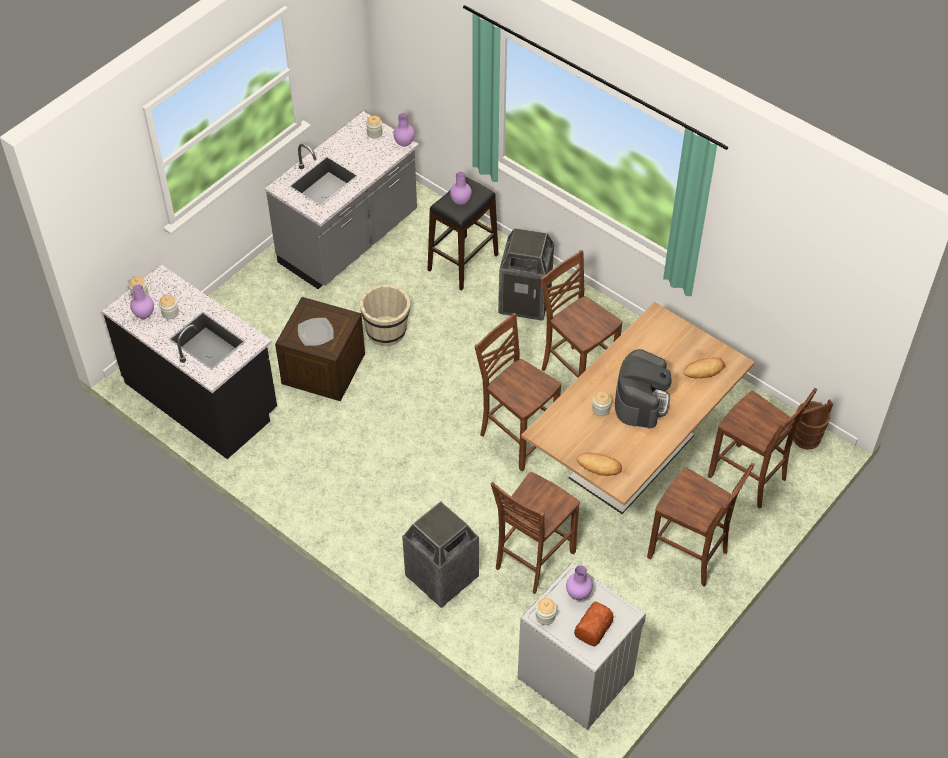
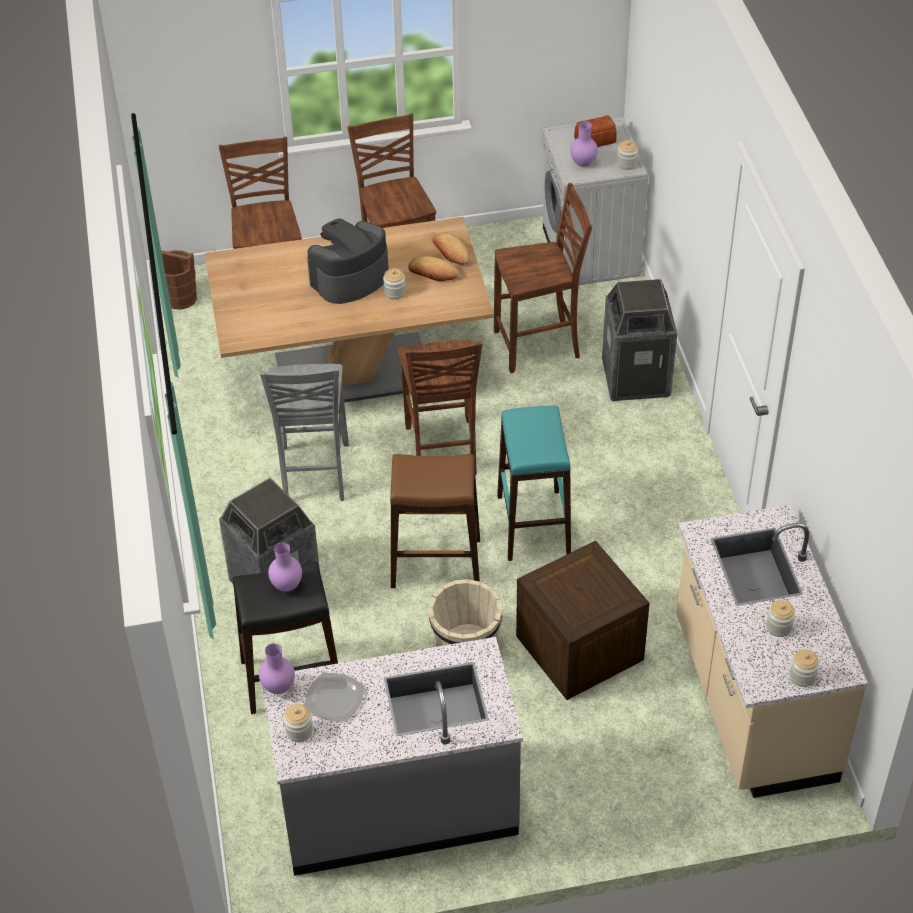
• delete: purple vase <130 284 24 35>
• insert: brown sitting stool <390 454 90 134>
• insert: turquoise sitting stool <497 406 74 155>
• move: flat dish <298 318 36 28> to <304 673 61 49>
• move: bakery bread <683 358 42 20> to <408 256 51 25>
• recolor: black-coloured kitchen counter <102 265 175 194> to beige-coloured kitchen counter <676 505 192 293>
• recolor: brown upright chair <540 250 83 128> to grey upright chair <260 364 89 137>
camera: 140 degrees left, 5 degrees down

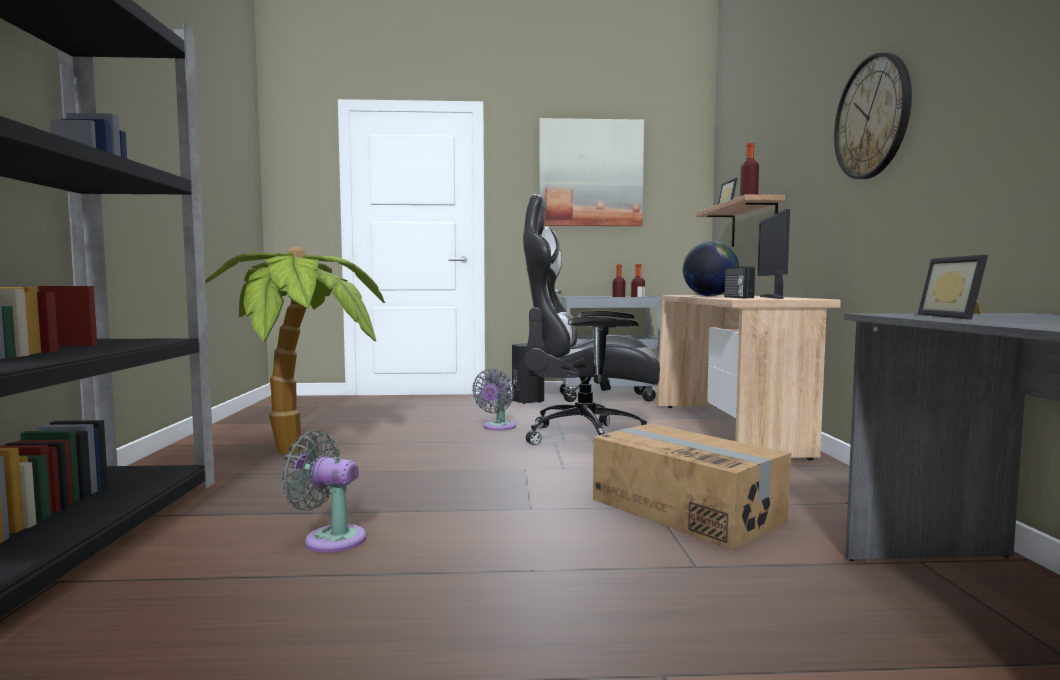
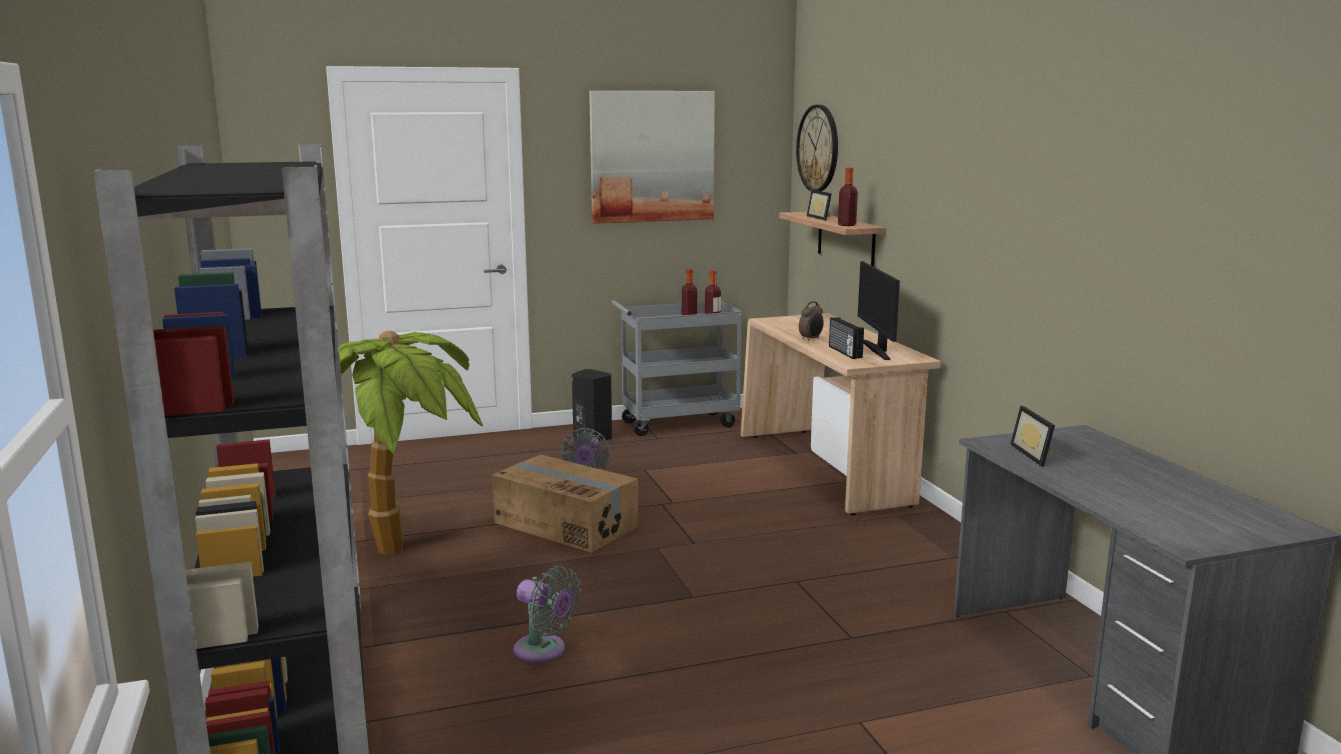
• delete: black-coloured office chair <523 194 137 251>
• move: carton <593 424 198 126> to <492 455 146 98>
• move: clock on the wall <834 53 78 126> to <796 105 42 86>
• replace: world globe <683 241 56 56> to bedside clock <799 301 25 40>
• rotate: grey fan <280 430 86 123> = <513 566 68 97> 150 degrees counterclockwise
camera: 15 degrees left, 10 degrees up

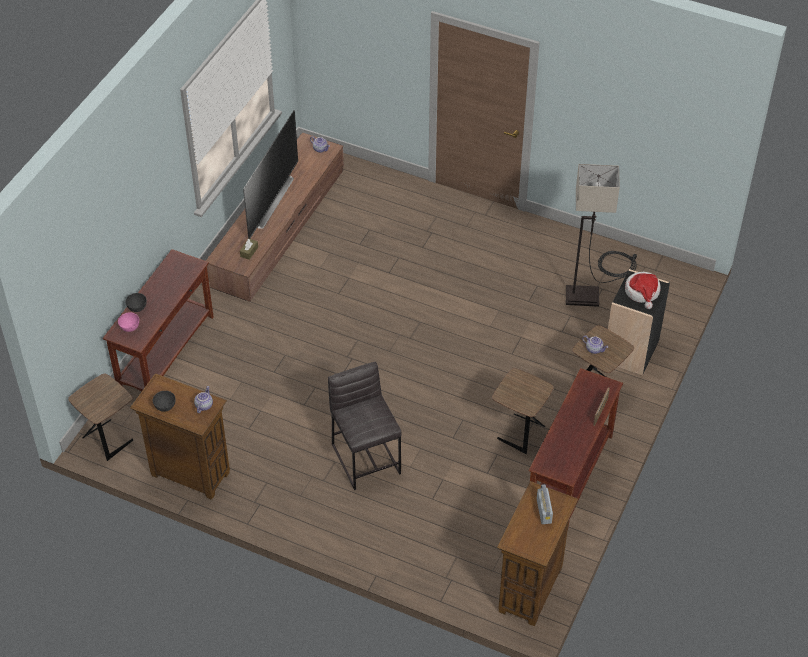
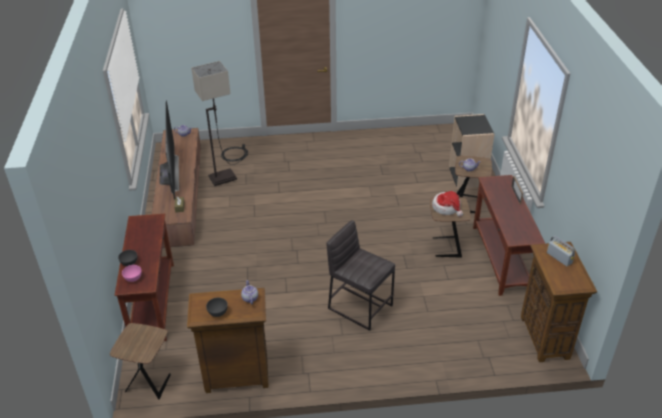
• move: standing lamp <566 164 71 143> to <191 61 57 125>
• move: clothing hat <625 272 35 37> to <432 191 31 26>
camera: 30 degrees left, 10 degrees down

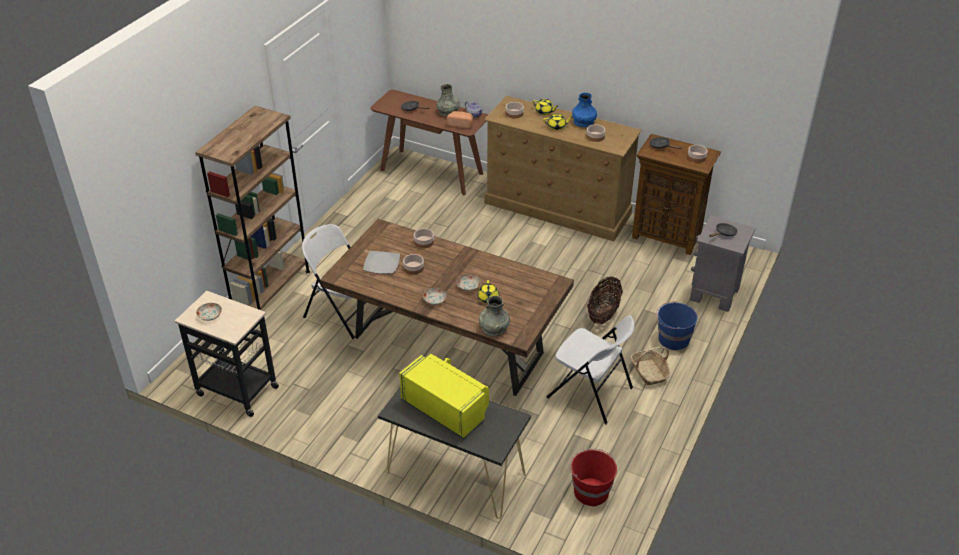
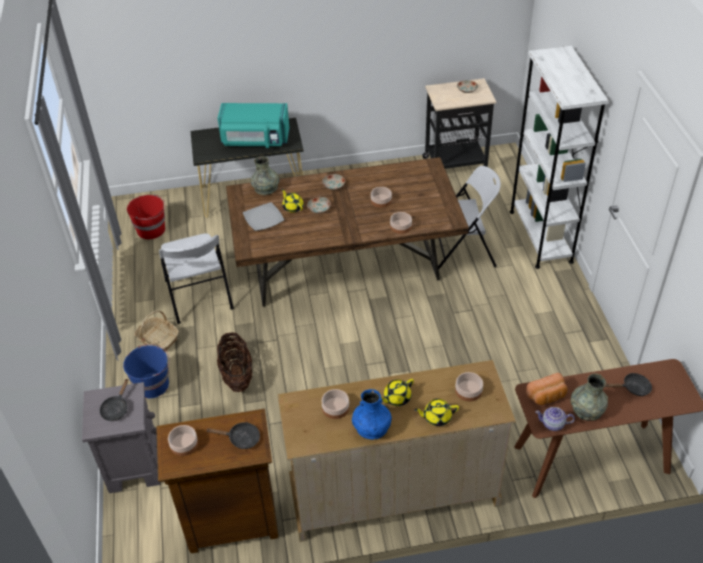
• move: flat dish <363 251 37 23> to <243 202 41 29>
• recolor: brown shelving unit <195 106 115 204> to white shelving unit <510 46 99 223>
• recolor: yellow-coloured microwave <399 354 90 85> to turquoise microwave <217 103 73 45>
• rotate: white upright chair <547 315 88 110> = <159 233 75 91> 105 degrees counterclockwise
camera: 145 degrees right, 5 degrees up

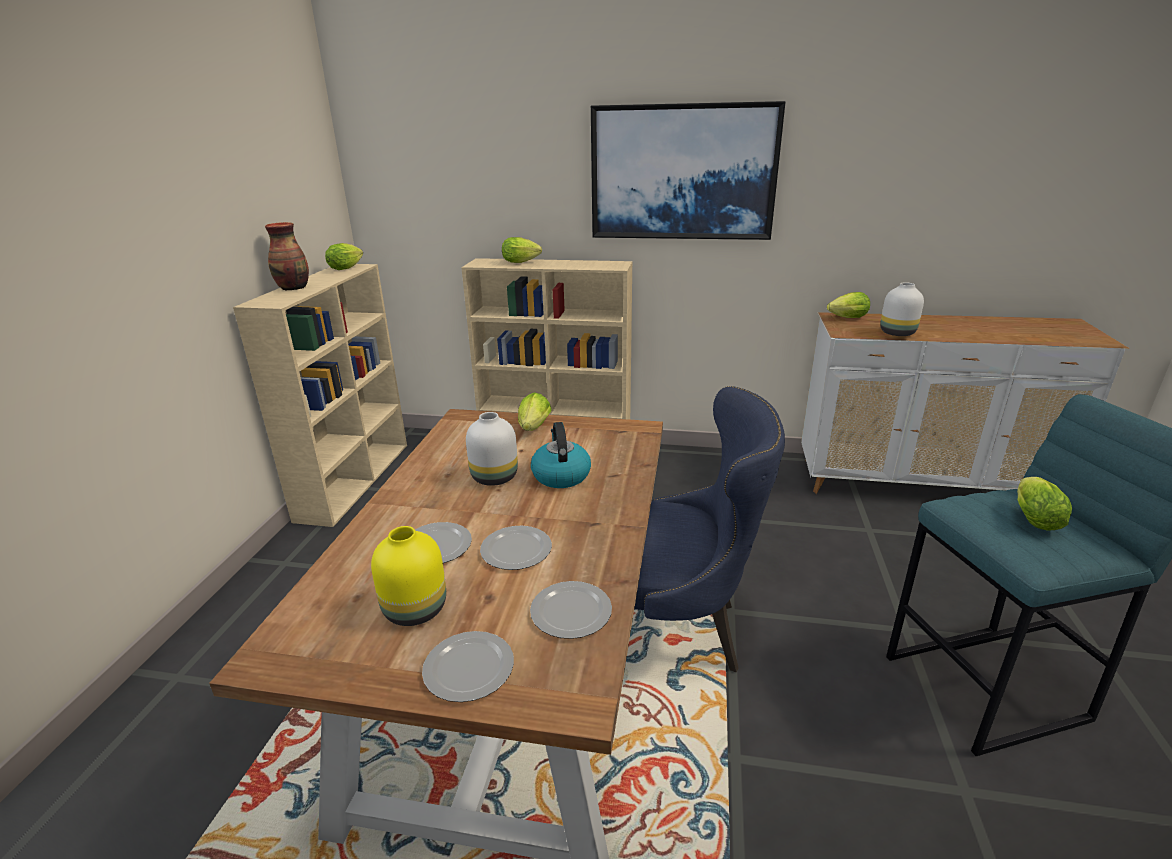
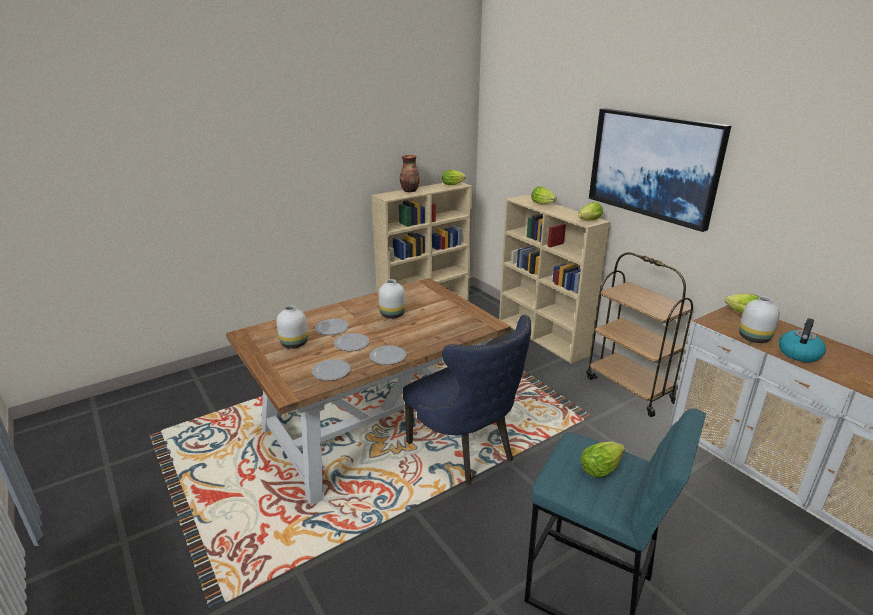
• insert: brown wheeled cart <586 252 107 165>
• move: flat dish <422 631 92 71> to <370 345 36 20>
• move: lettuce <518 392 34 39> to <578 202 25 19>
• move: water kettle <531 422 60 66> to <779 318 47 44>
• recolor: yellow-coloured vase <371 526 75 100> to white vase <276 305 32 44>
camera: 45 degrees right, 0 degrees up

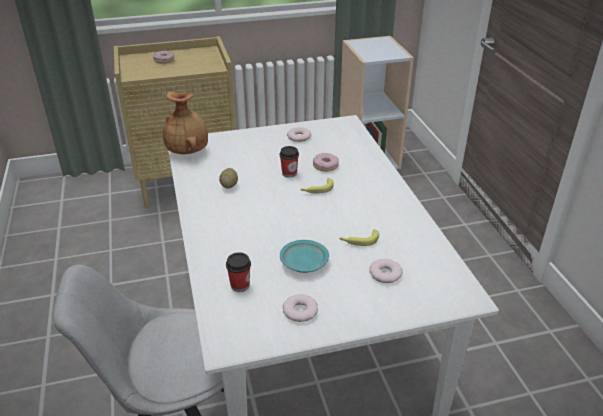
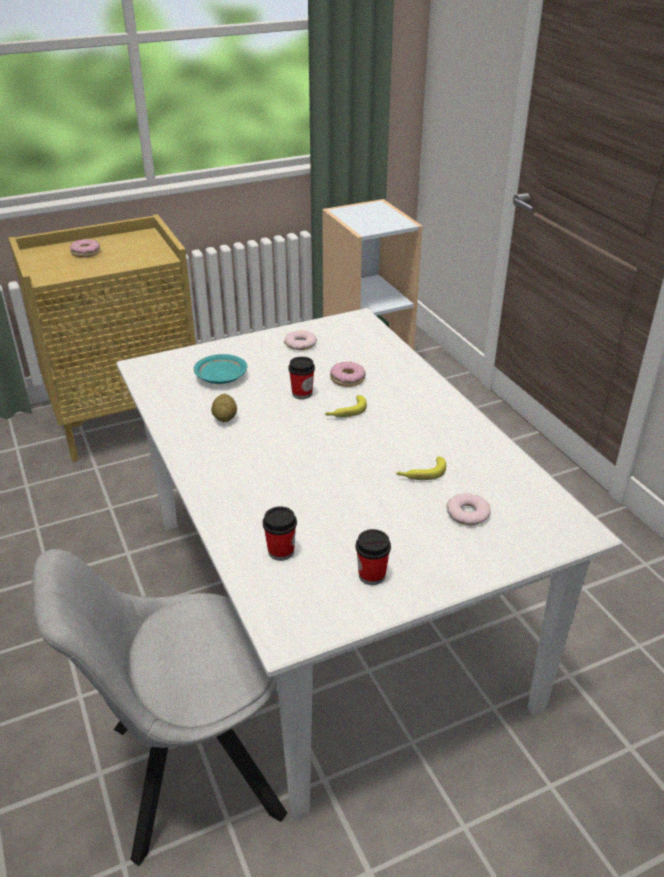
• delete: brown vase <163 92 45 62>
• move: turquoise flat dish <280 240 49 33> to <194 354 53 30>
• replace: donut <283 294 35 28> to drinking cup <356 529 35 56>
camera: 10 degrees left, 0 degrees up

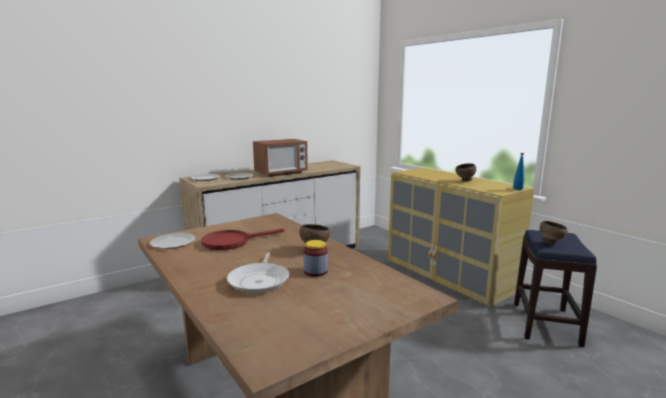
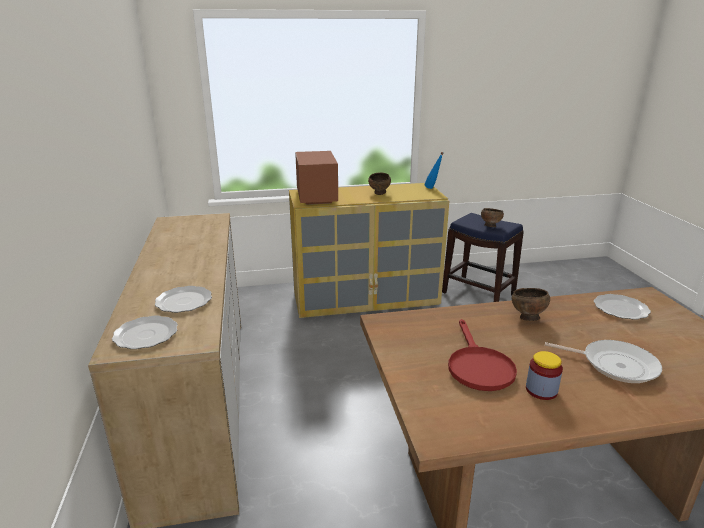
• move: flat dish <149 233 47 16> to <594 294 57 26>
• move: microwave <253 139 55 38> to <295 151 43 54>
• move: storage jar <304 240 24 37> to <526 351 37 49>
camera: 65 degrees left, 10 degrees up

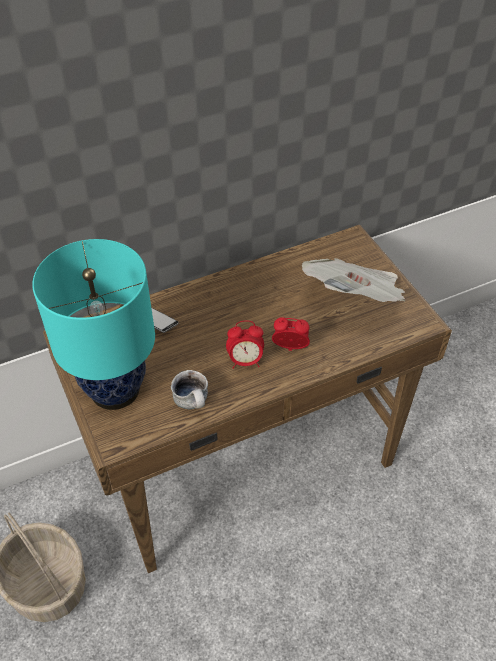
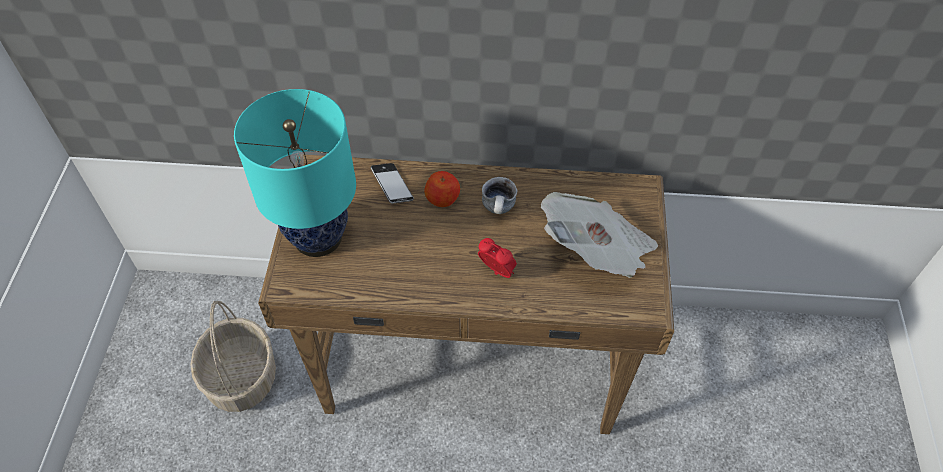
• delete: bedside clock <226 321 38 48>
• insert: whole apple <424 171 36 36>
• move: mug <171 370 37 40> to <482 177 35 37>
camera: 30 degrees right, 5 degrees up

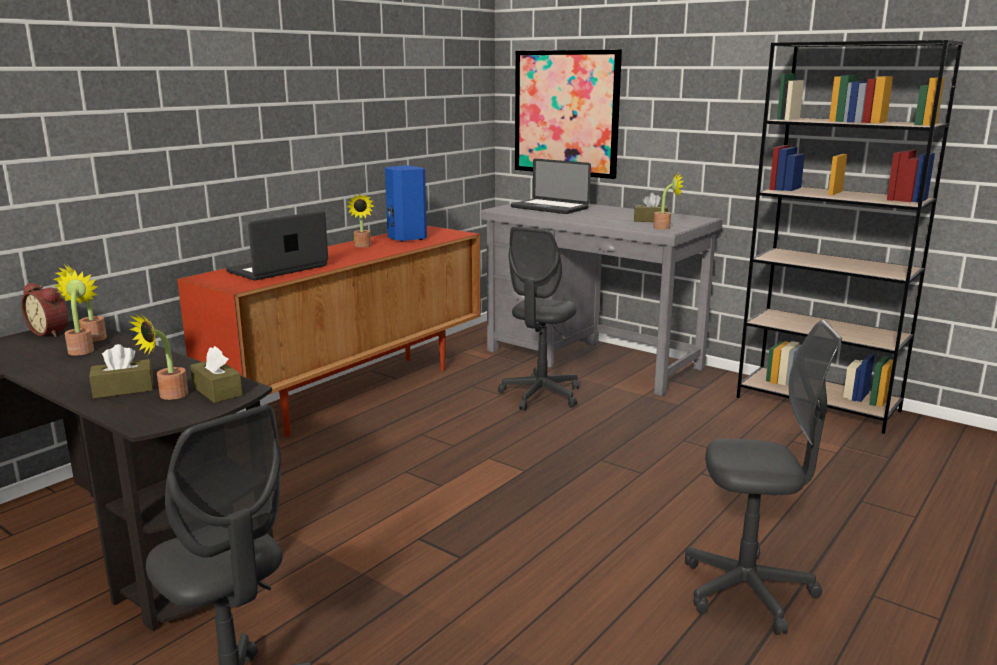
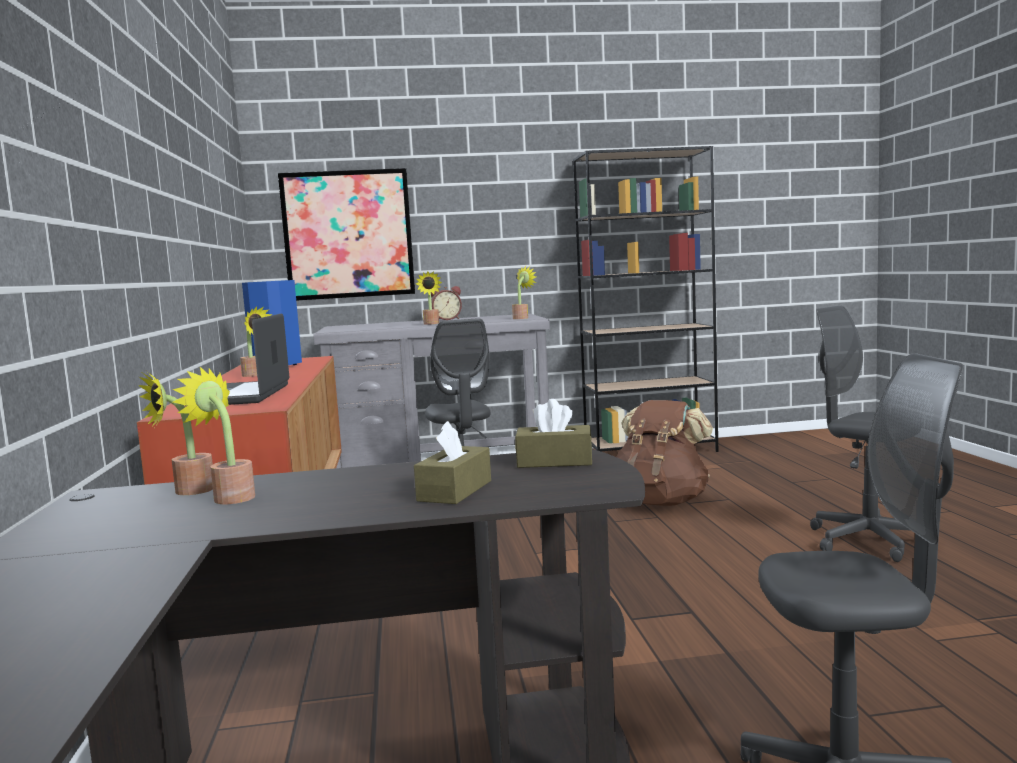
• delete: laptop <511 159 80 55>
• delete: brown tissue box <634 193 34 29>
• insert: brown backpack <617 400 96 106>
• move: bedside clock <21 283 47 54> to <431 286 31 34>
• move: plant in a pot <129 314 59 86> to <416 271 26 54>
• rotate: grey office chair <685 320 157 315> = <810 305 101 257> 90 degrees counterclockwise
camera: 45 degrees left, 10 degrees down

